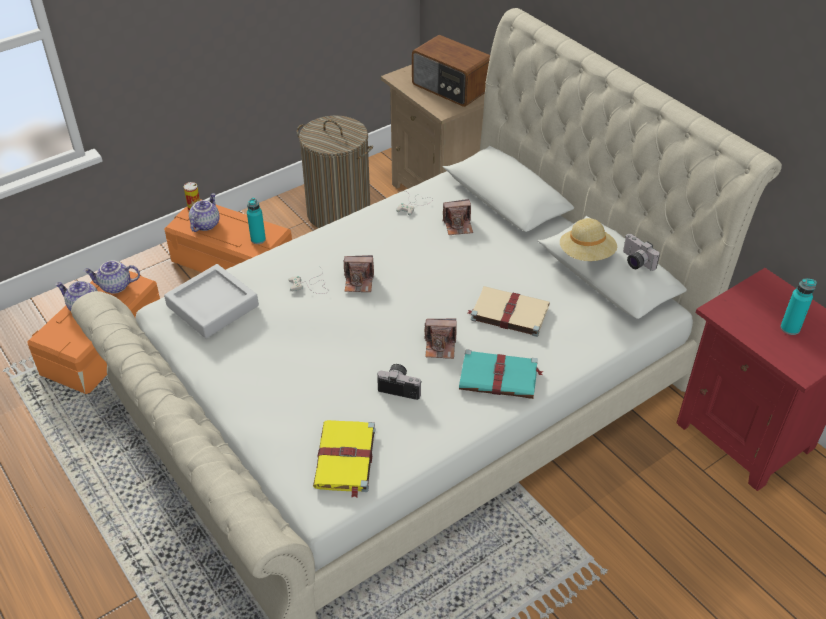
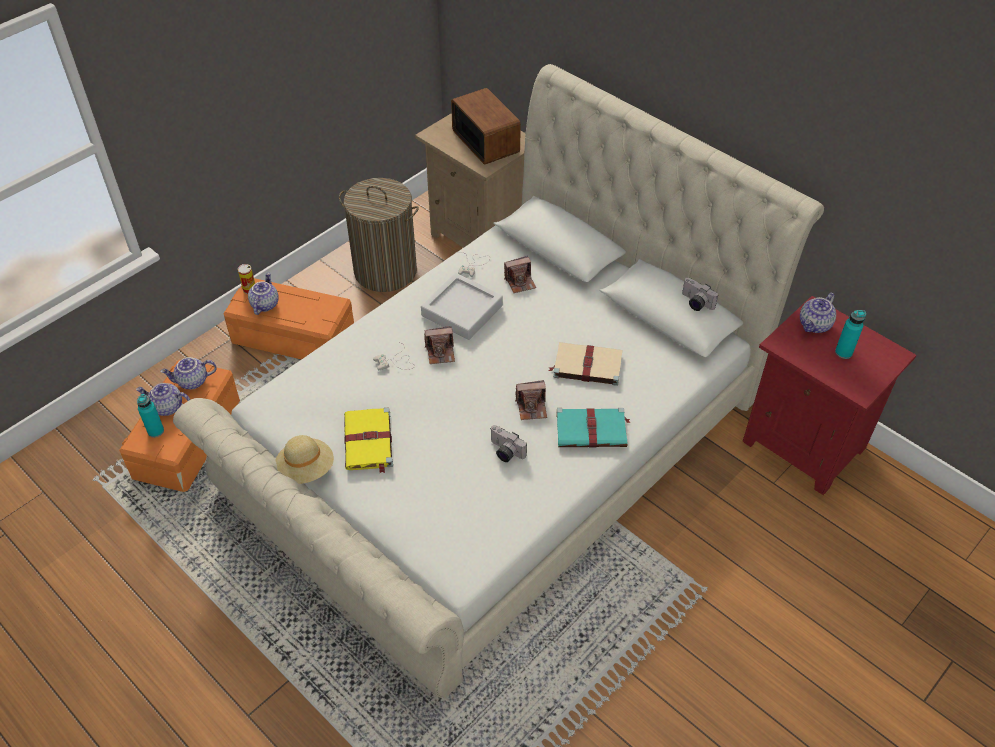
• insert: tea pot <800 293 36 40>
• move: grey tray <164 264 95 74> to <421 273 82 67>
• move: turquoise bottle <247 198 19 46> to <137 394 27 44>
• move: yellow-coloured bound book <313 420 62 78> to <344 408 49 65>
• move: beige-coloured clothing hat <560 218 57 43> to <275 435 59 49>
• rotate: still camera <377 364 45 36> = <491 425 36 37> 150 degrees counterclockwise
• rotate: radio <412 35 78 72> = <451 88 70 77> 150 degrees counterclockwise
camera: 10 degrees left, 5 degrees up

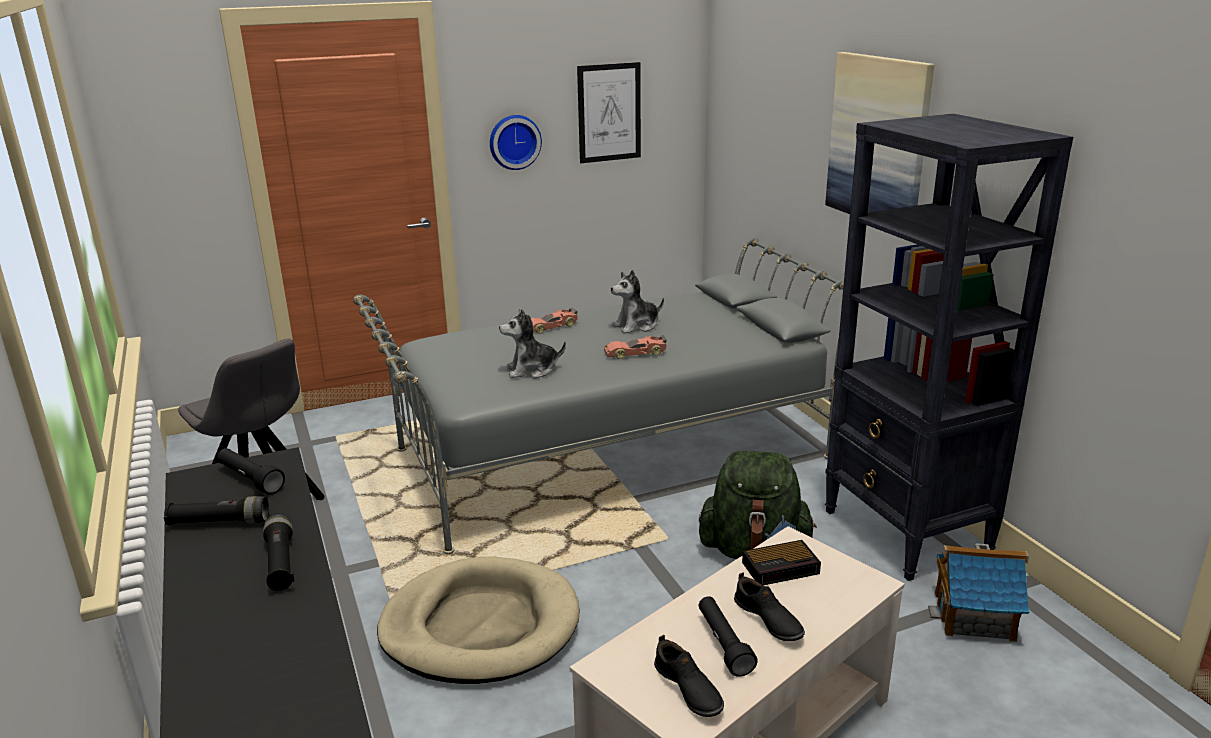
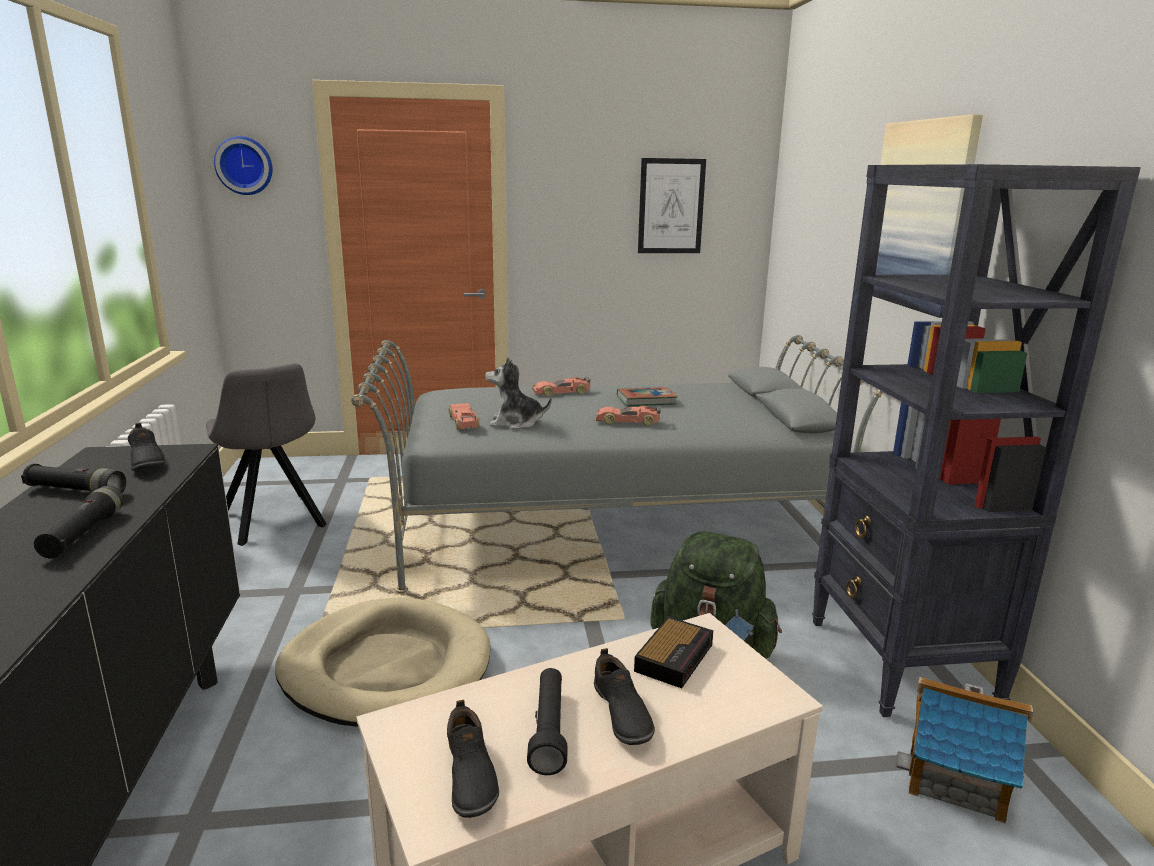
• insert: toy car <449 403 30 27>
• move: clock on the wall <490 115 52 55> to <214 136 59 59>
• replace: black-coloured torch <217 448 68 47> to black-coloured item of footwear <128 423 38 48>
• replace: soft toy <611 270 53 64> to bound book <617 387 61 19>
• rotate: bedside clock <742 540 79 45> = <634 616 79 72> 60 degrees counterclockwise
camera: 15 degrees right, 5 degrees down

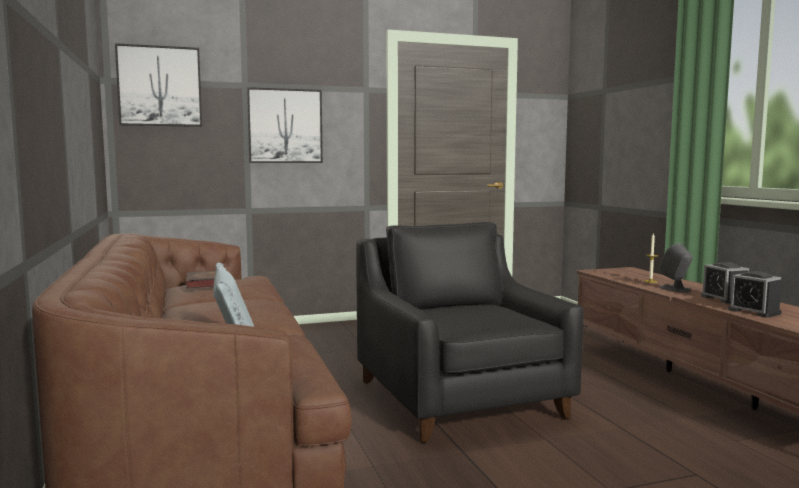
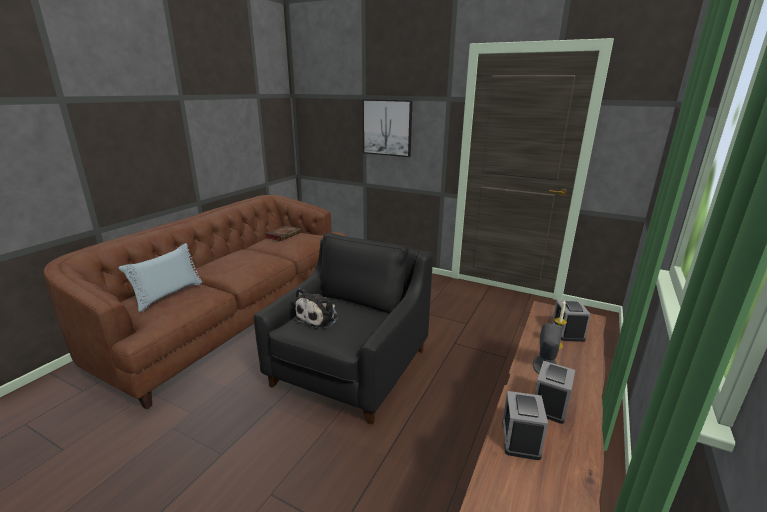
• delete: wall picture <115 43 87 84>
• insert: soft toy <294 288 45 42>
• insert: bedside clock <552 300 39 42>
camera: 45 degrees right, 15 degrees up

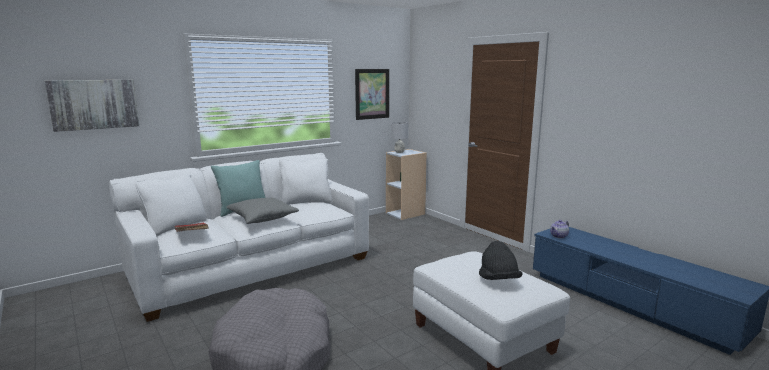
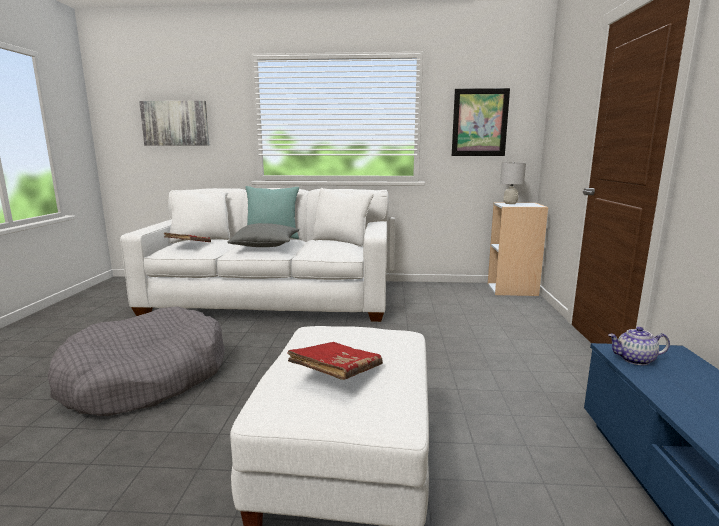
• replace: black-coloured clothing hat <479 241 44 39> to red-coloured bound book <287 342 96 38>
camera: 40 degrees right, 0 degrees up

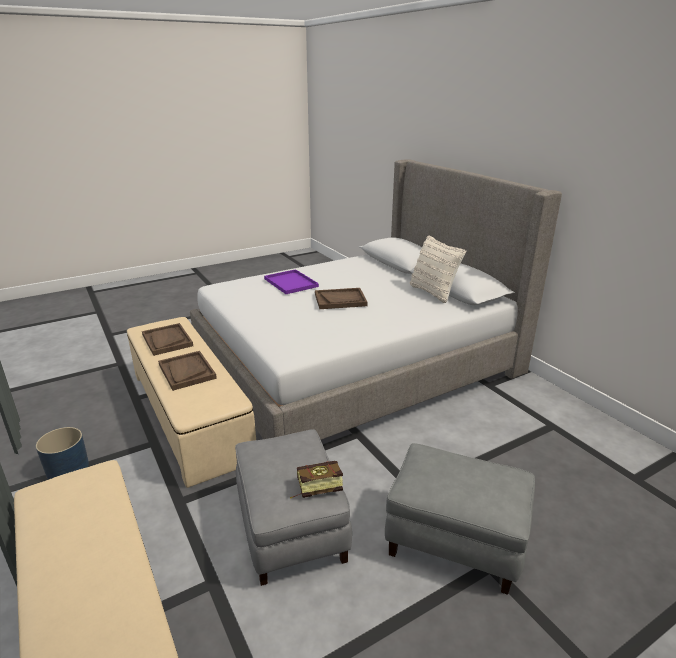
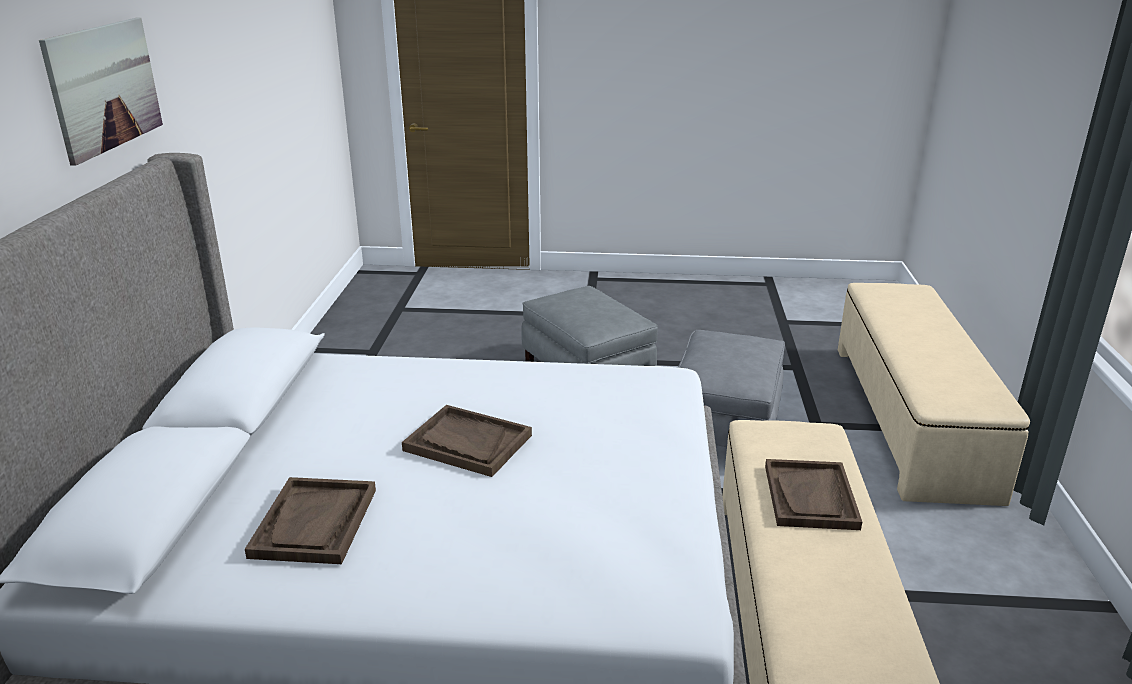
• delete: blue flower pot <36 427 53 53>
• delete: purple tray <264 269 55 25>
• delete: bound book <290 461 53 38>
• delete: beige-coloured cushion <410 235 56 68>
• insert: wall picture <39 17 124 149>
• move: brown tray <142 323 51 33> to <245 477 131 87>
camera: 145 degrees left, 0 degrees up

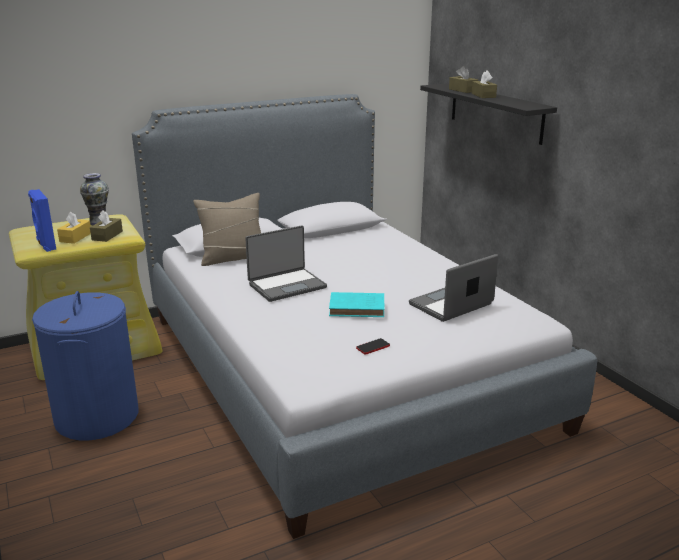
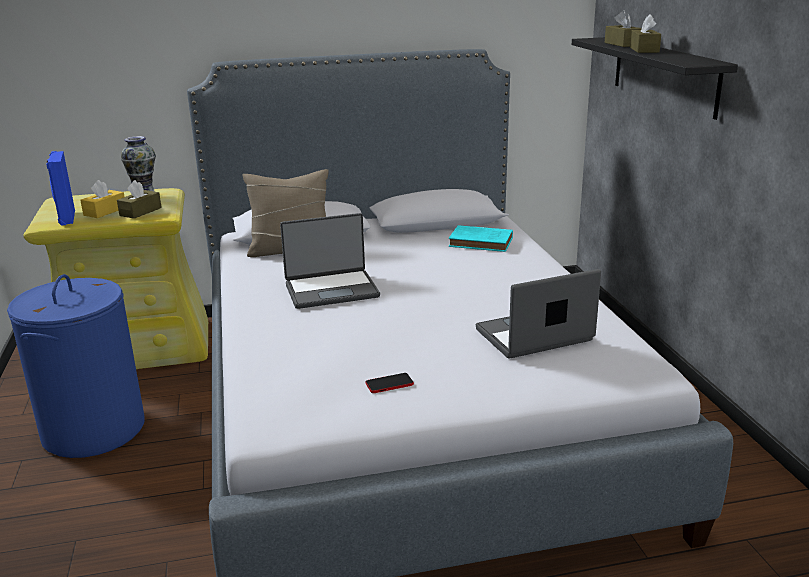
• move: turquoise bound book <329 292 55 25> to <449 225 64 27>
camera: 15 degrees right, 0 degrees up

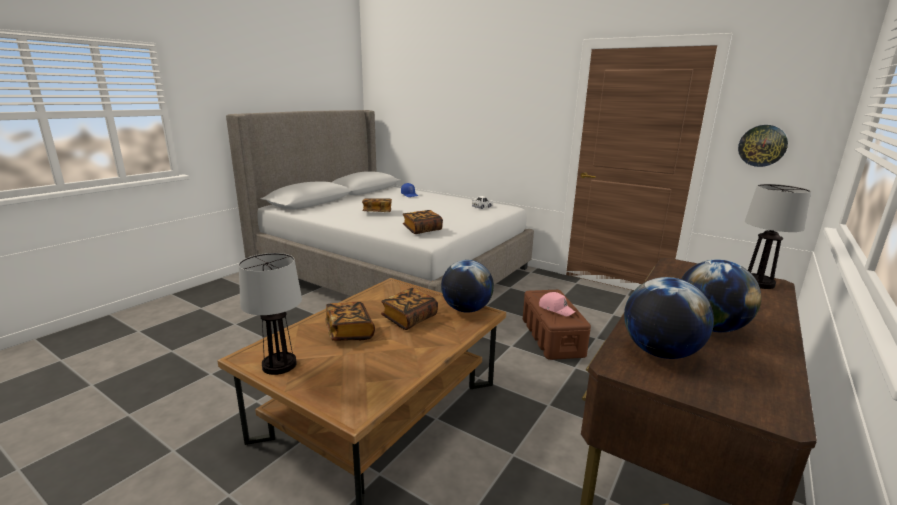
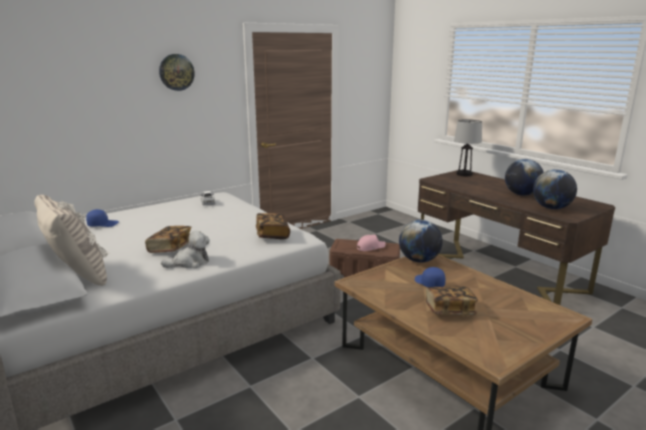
• delete: tabletop lamp <239 253 63 122>
• insert: beige-coloured cushion <34 195 75 91>
• insert: soft toy <161 231 49 37>
• move: clock on the wall <738 125 50 42> to <159 54 36 37>
• replace: bound book <381 288 57 42> to blue cap <415 267 30 20>
camera: 70 degrees left, 0 degrees up

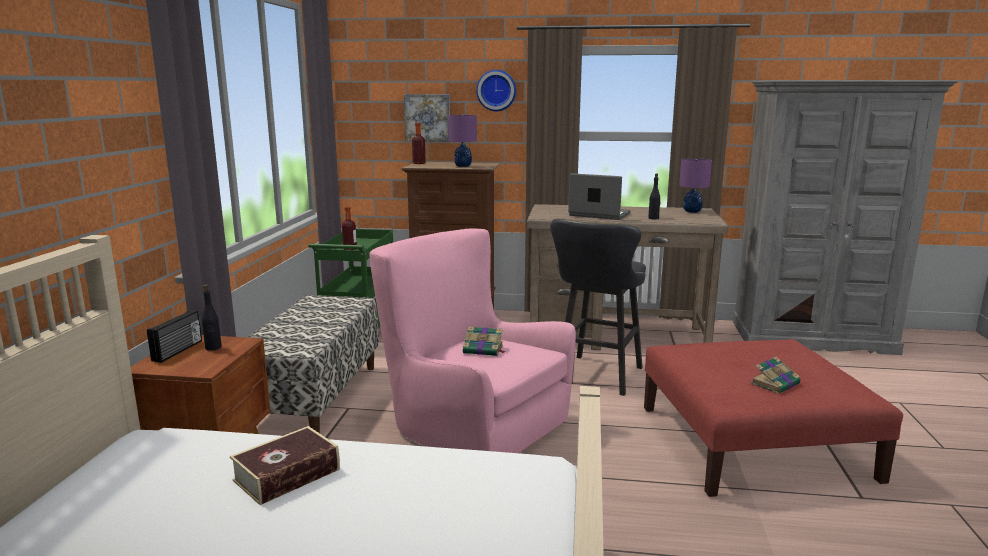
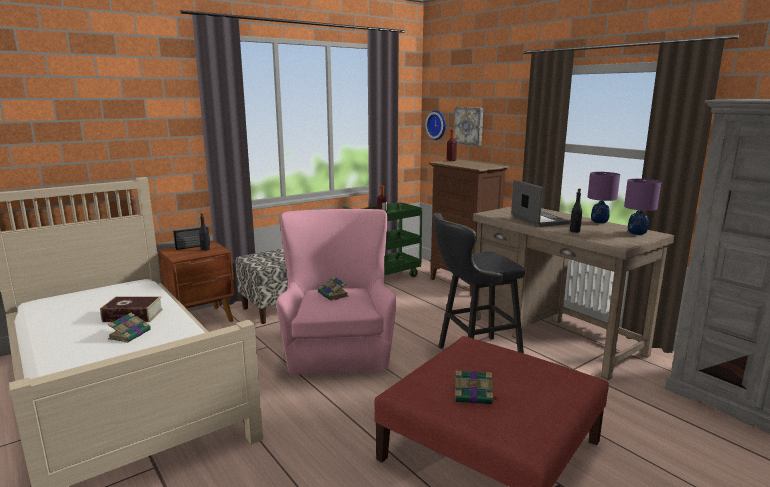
• insert: bound book <108 313 43 30>
• move: purple tabletop lamp <448 114 29 53> to <587 172 33 51>
• move: clock on the wall <476 70 40 41> to <425 111 21 29>
camera: 45 degrees right, 0 degrees up

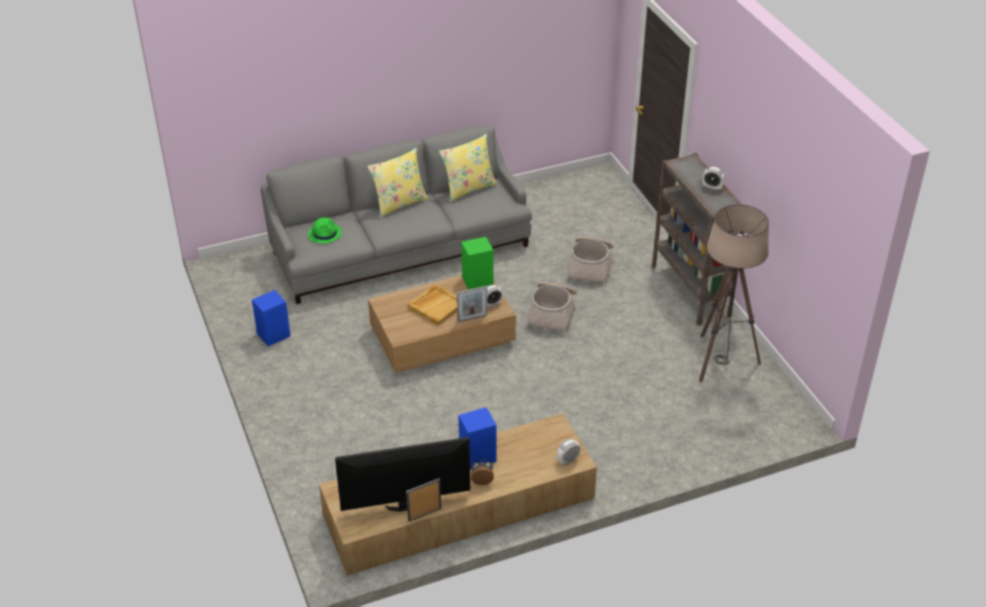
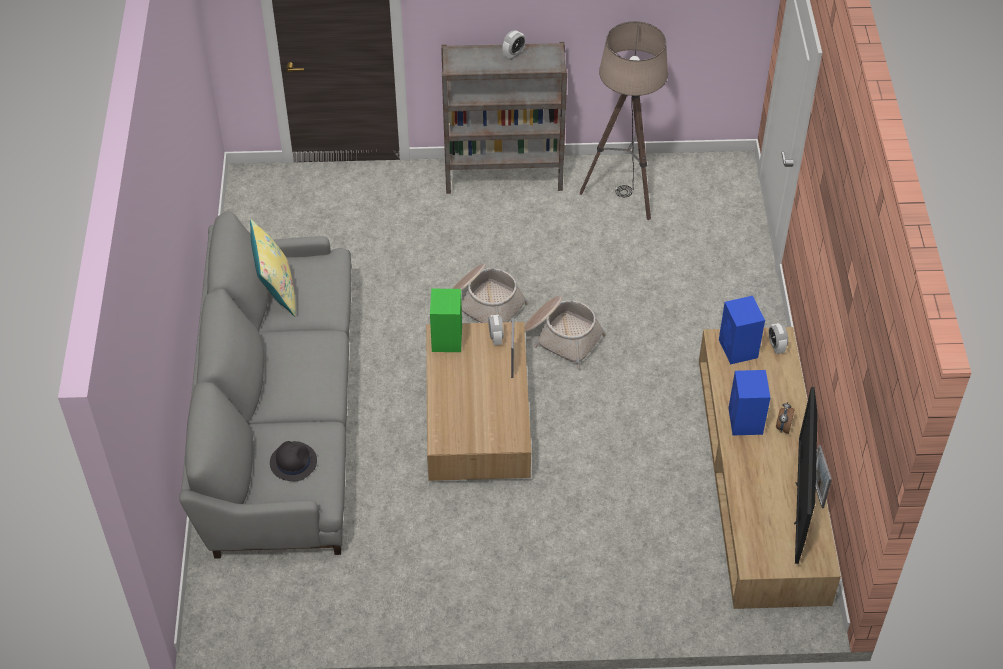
• delete: yellow-coloured cushion <367 148 61 70>
• delete: beige-coloured tray <408 284 49 42>
• move: blue speaker <252 290 39 56> to <719 296 46 68>
• move: storage basket <565 237 48 50> to <524 295 82 74>
• recolor: green-coloured clothing hat <308 217 34 26> to black-coloured clothing hat <270 441 47 40>
camera: 70 degrees left, 10 degrees up

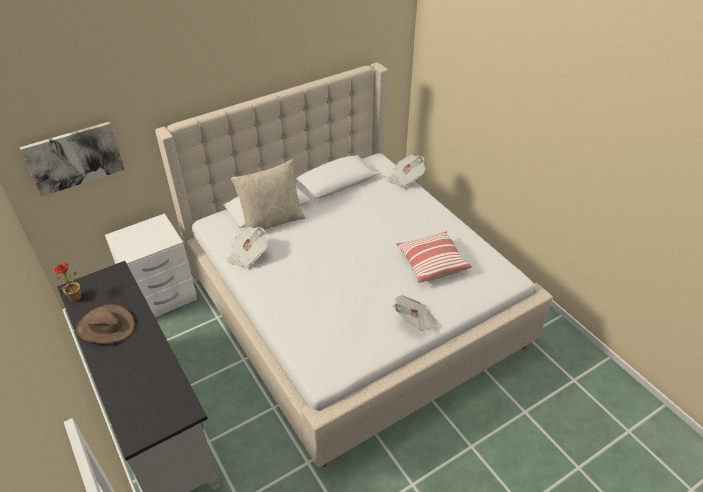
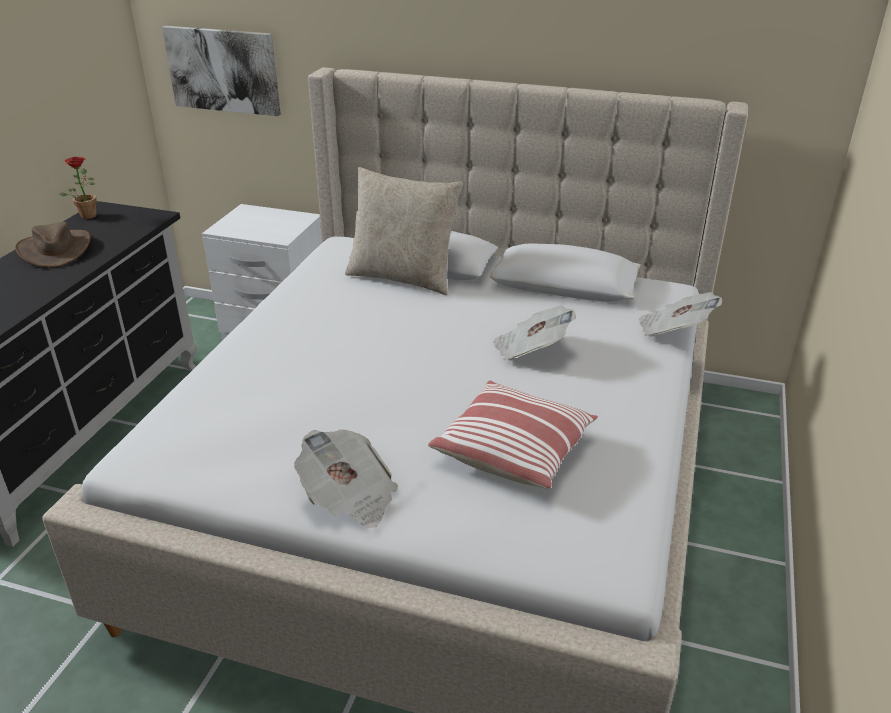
• move: daily paper <227 227 41 42> to <493 305 83 55>
camera: 50 degrees right, 10 degrees down

